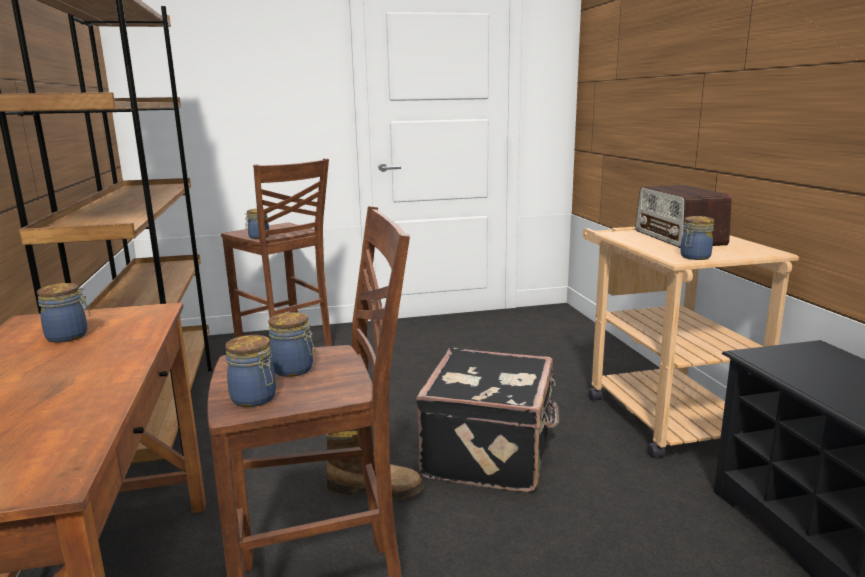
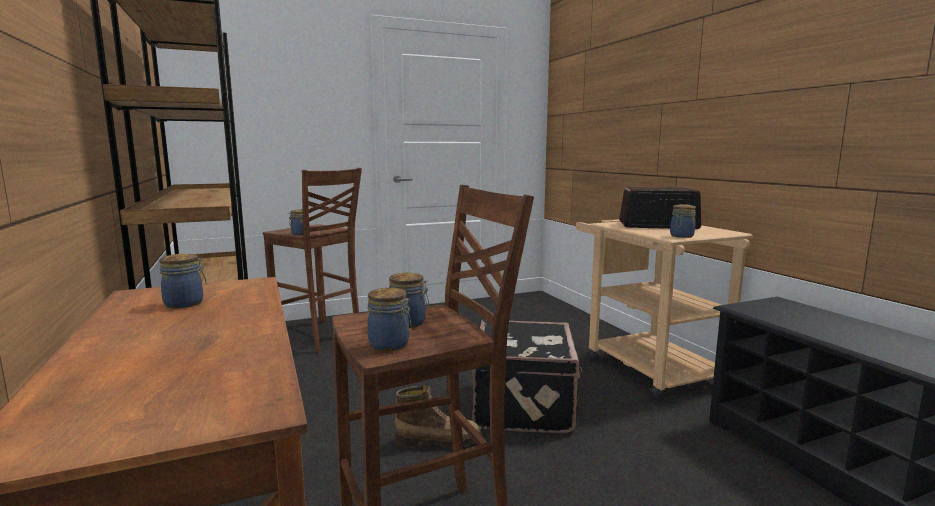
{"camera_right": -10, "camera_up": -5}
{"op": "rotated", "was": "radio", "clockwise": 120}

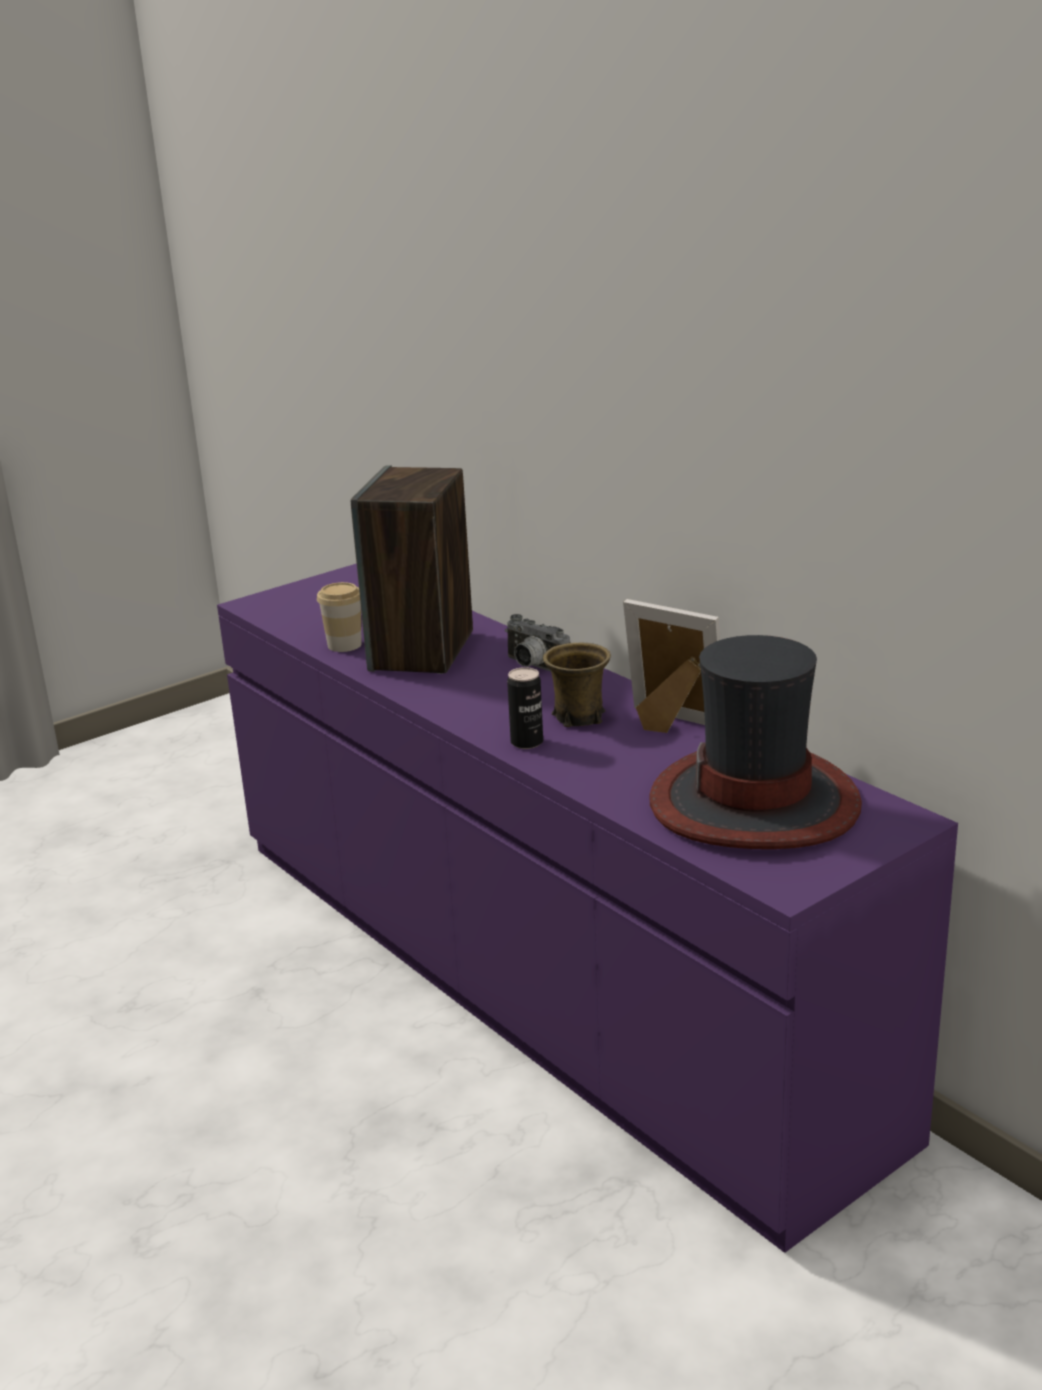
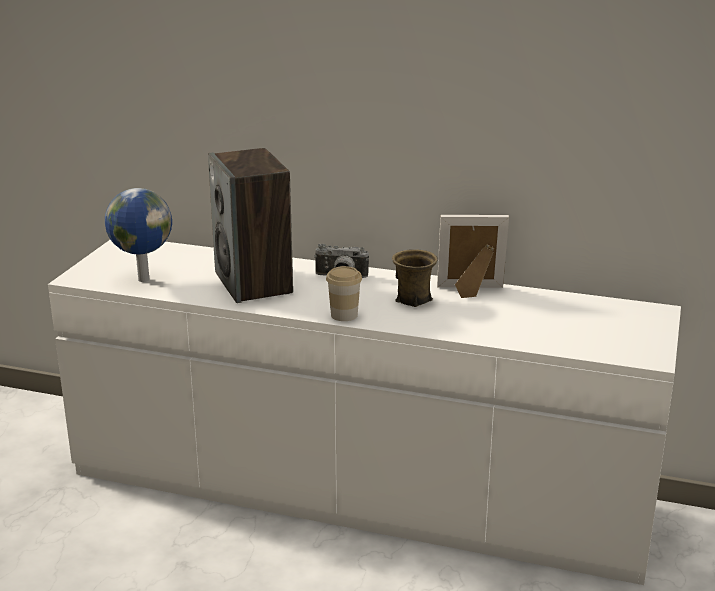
{"camera_right": -35, "camera_up": 0}
{"op": "repainted", "was": "cómoda/morado", "now": "cómoda/blanco"}
{"op": "shifted", "was": "taza"}
{"op": "gone", "was": "sombrero"}
{"op": "gone", "was": "lata"}
{"op": "new", "now": "globo terráqueo"}

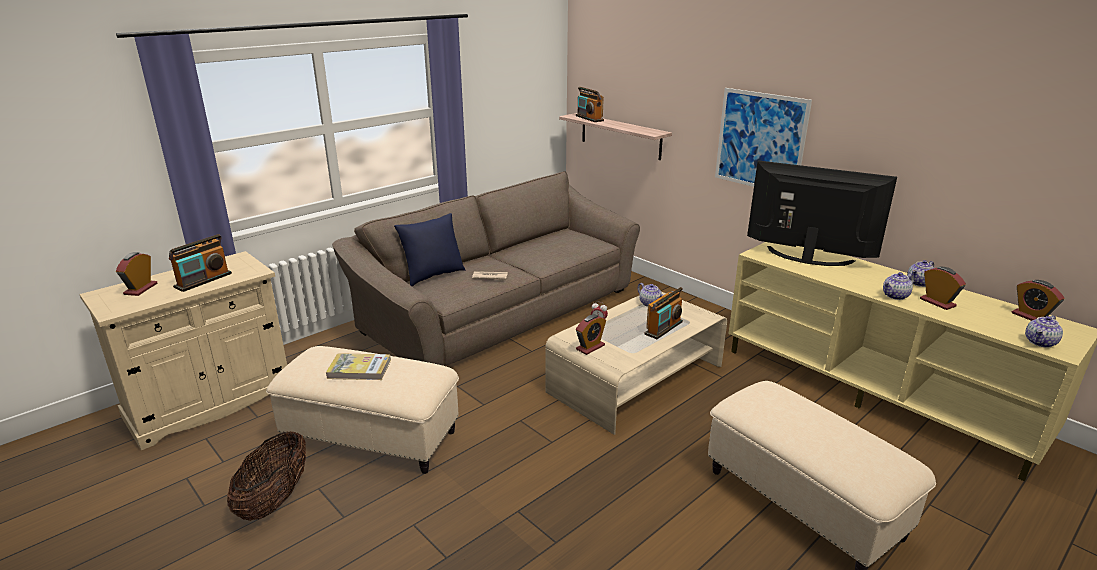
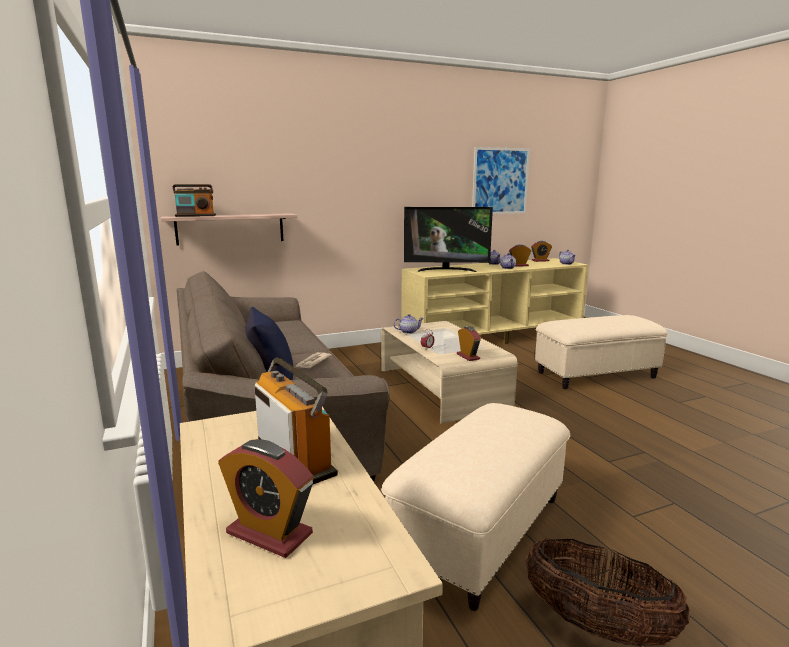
{"camera_right": -70, "camera_up": -10}
{"op": "shifted", "was": "cuadro"}
{"op": "rotated", "was": "televisor", "clockwise": -135}
{"op": "gone", "was": "radio (no. 3 from left)"}
{"op": "gone", "was": "libro"}

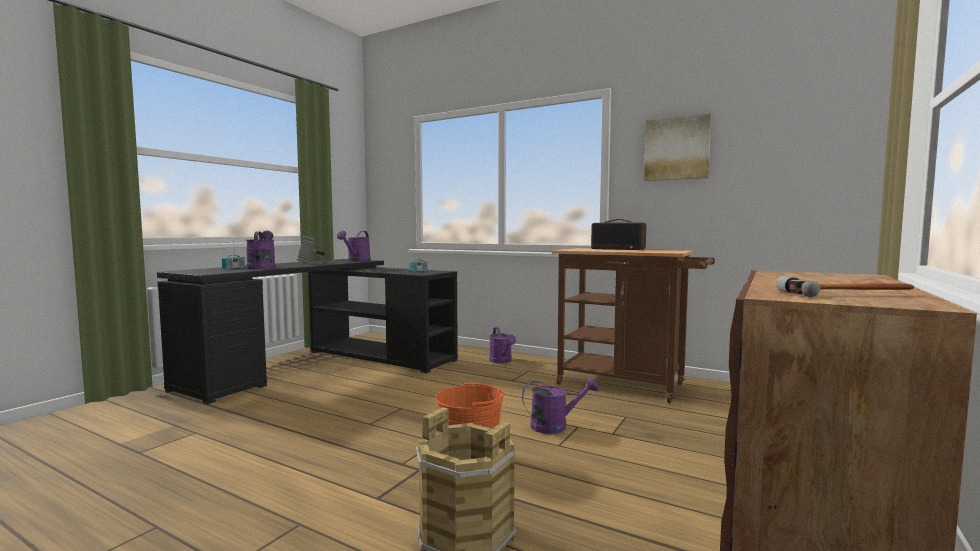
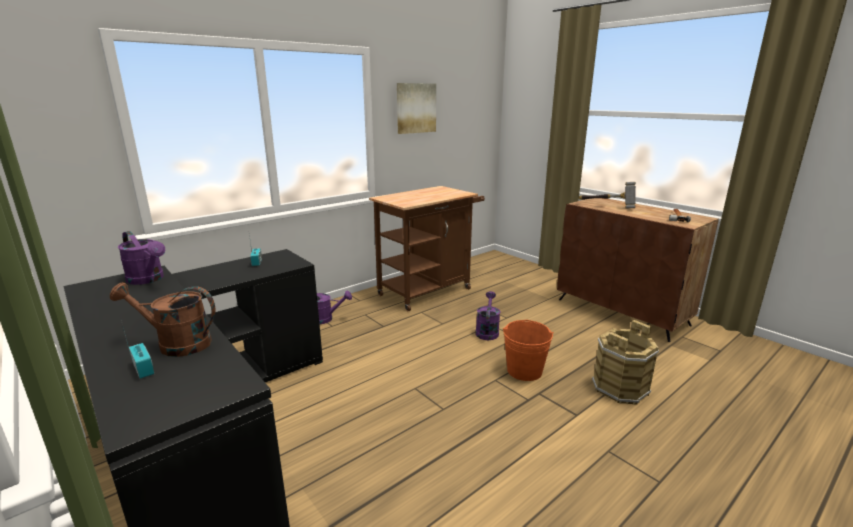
{"camera_right": -70, "camera_up": 15}
{"op": "gone", "was": "radio (no. 3 from left)"}
{"op": "repainted", "was": "regadera/morado (no. 1 from left)", "now": "regadera/marrón"}
{"op": "shifted", "was": "martillo (no. 1 from left)"}

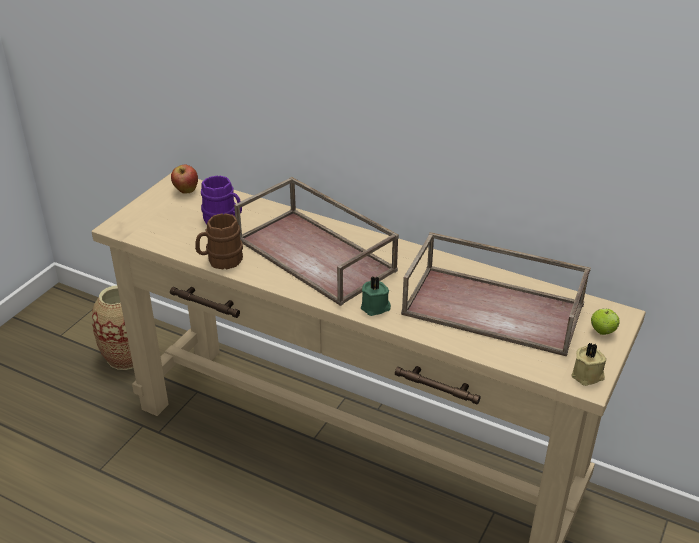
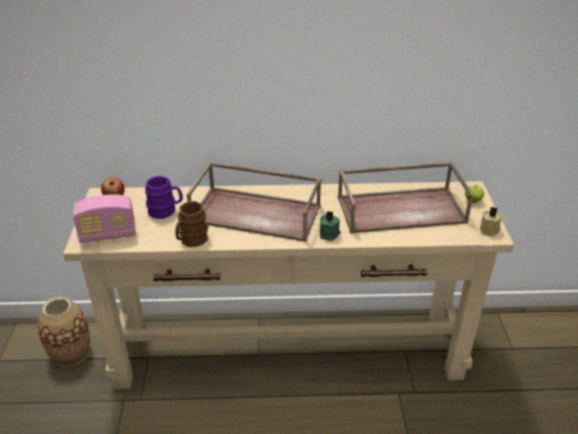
{"camera_right": -30, "camera_up": 0}
{"op": "new", "now": "radio"}

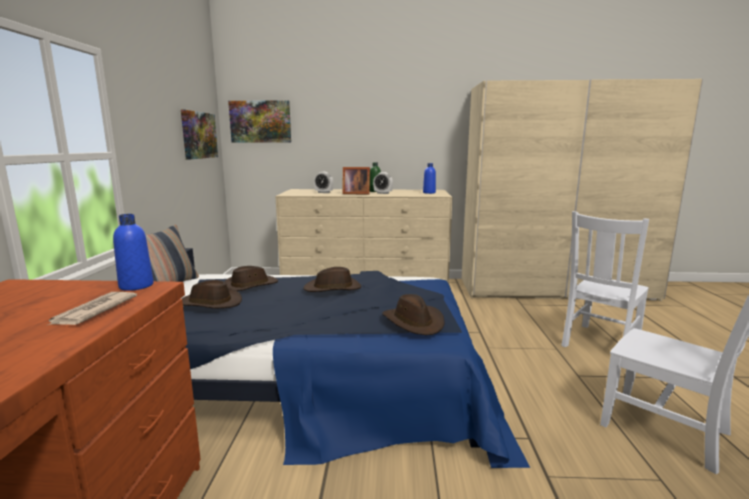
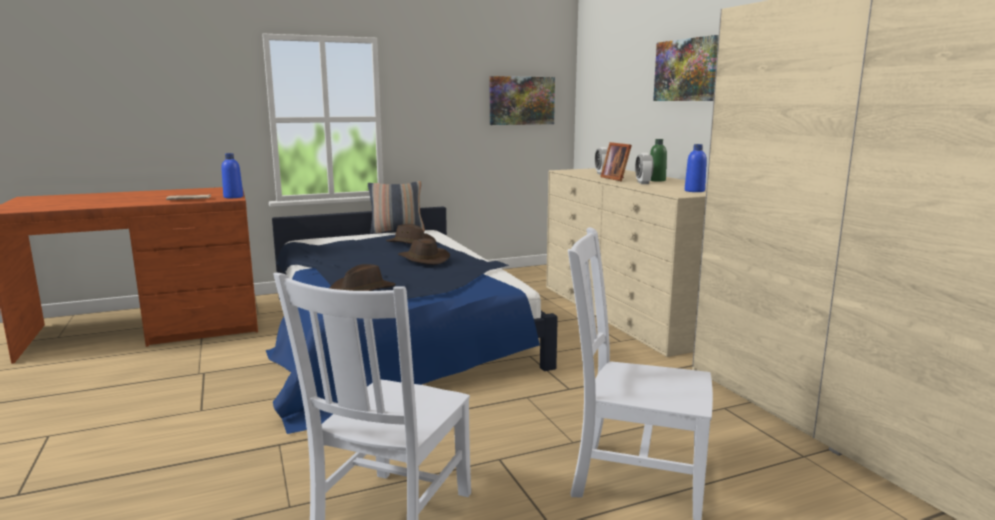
{"camera_right": 65, "camera_up": 0}
{"op": "shifted", "was": "cuadro (no. 2 from left)"}
{"op": "gone", "was": "sombrero/marrón (no. 1 from left)"}

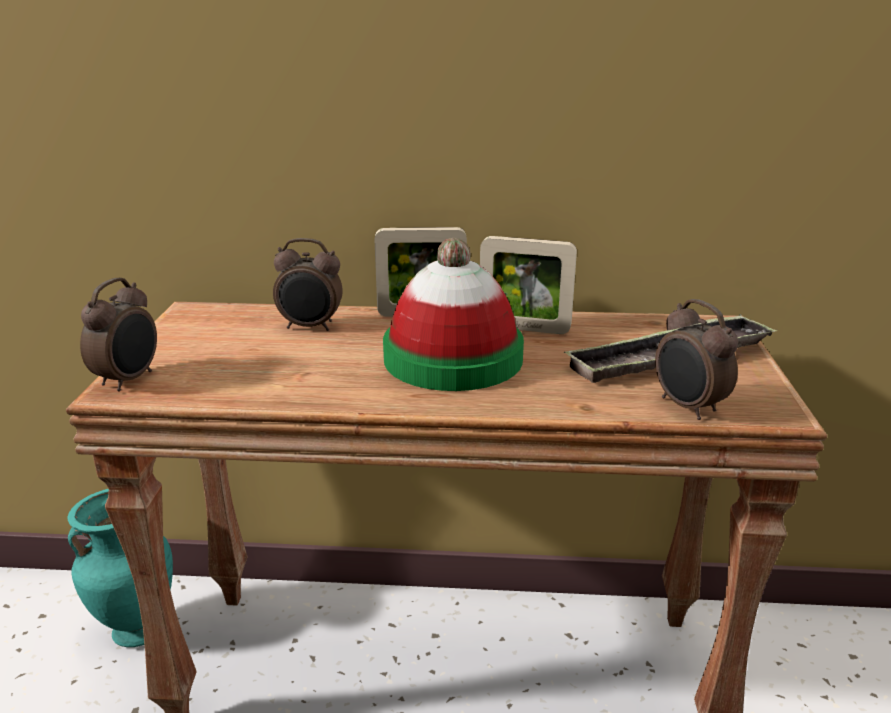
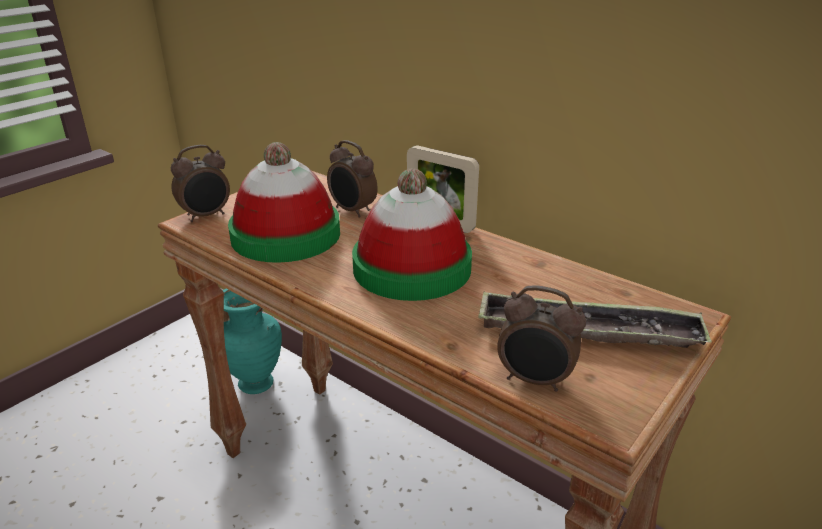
{"camera_right": 35, "camera_up": 5}
{"op": "gone", "was": "portarretratos (no. 2 from left)"}
{"op": "rotated", "was": "despertador (no. 3 from left)", "clockwise": -75}
{"op": "new", "now": "sombrero (no. 1 from left)"}

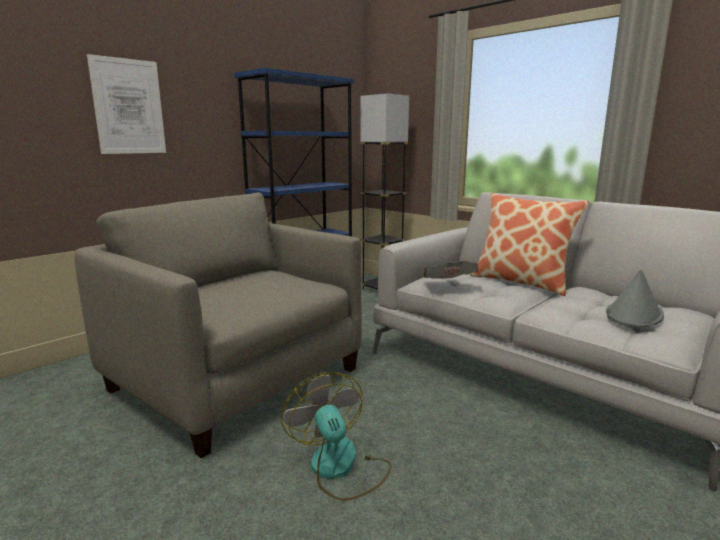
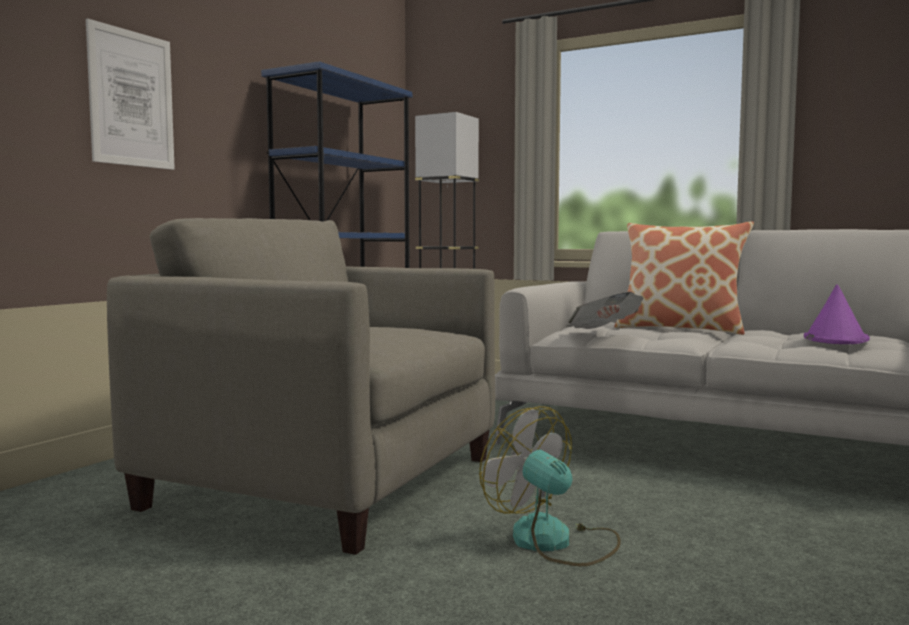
{"camera_right": -15, "camera_up": -10}
{"op": "repainted", "was": "sombrero/gris", "now": "sombrero/morado"}

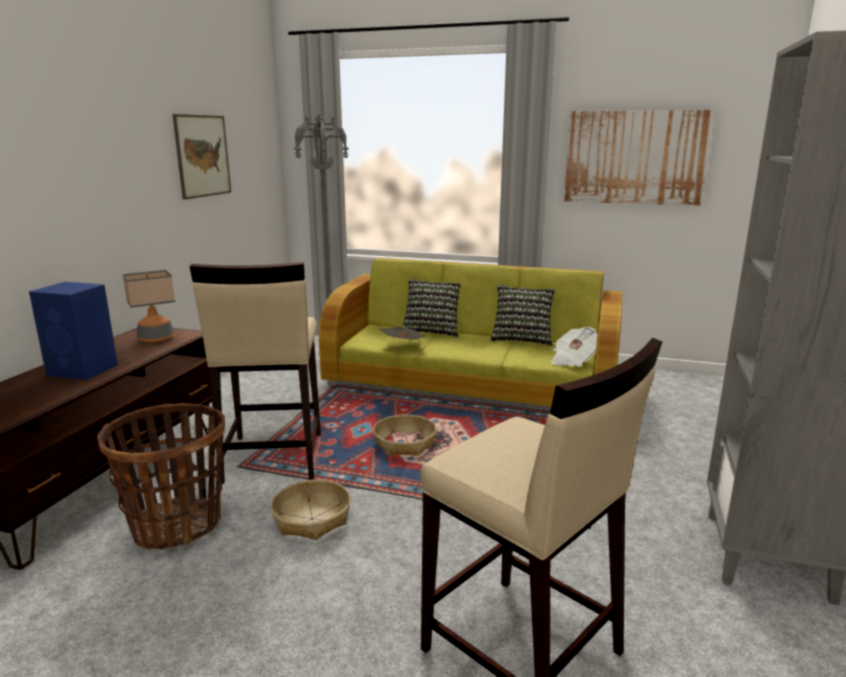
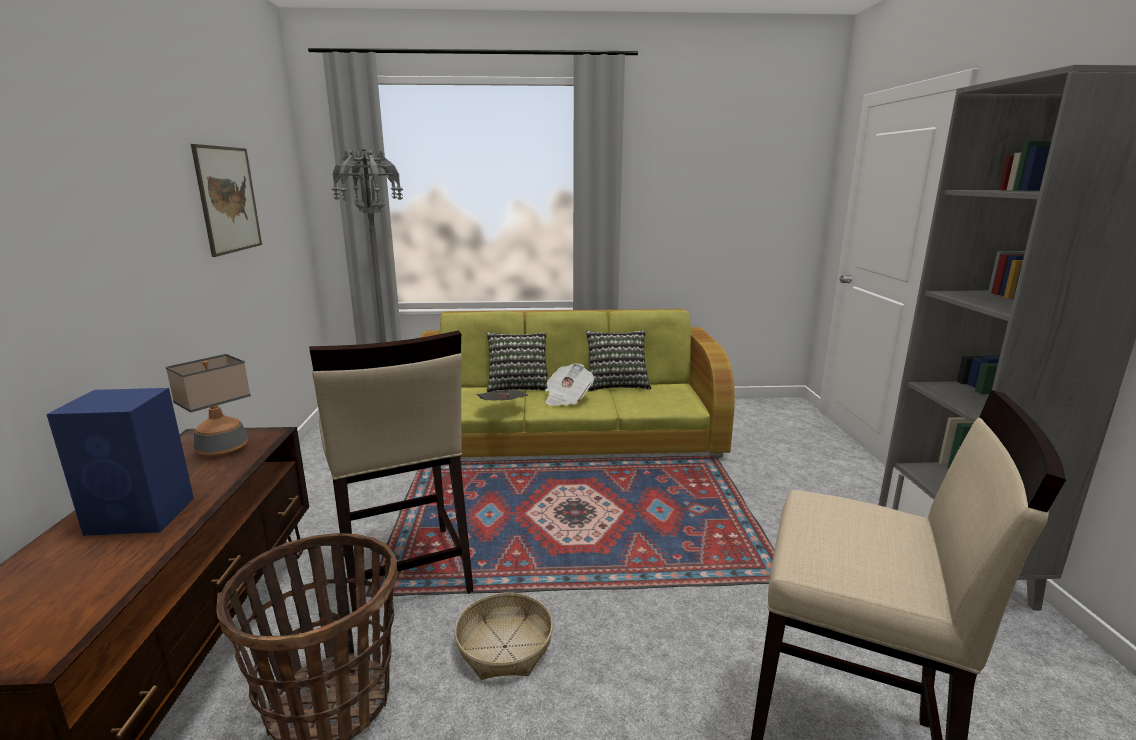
{"camera_right": -20, "camera_up": 0}
{"op": "gone", "was": "cuadro (no. 2 from left)"}
{"op": "shifted", "was": "periódico (no. 2 from left)"}
{"op": "gone", "was": "cesta (no. 3 from left)"}

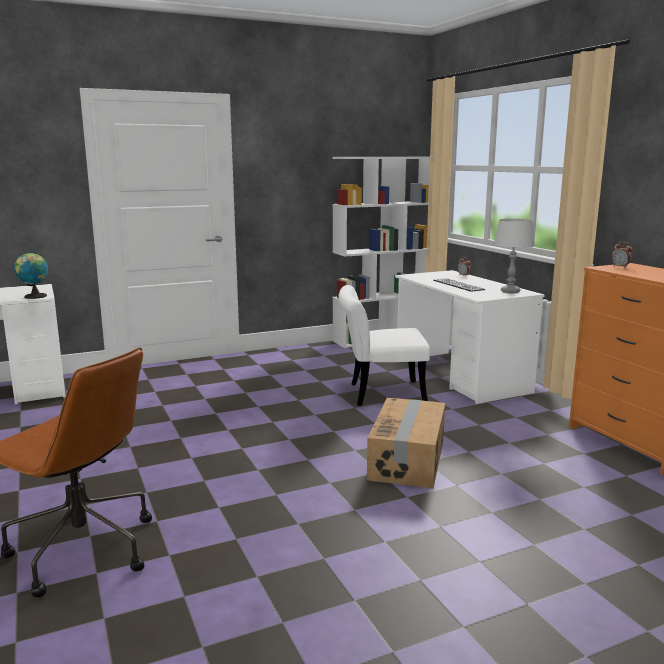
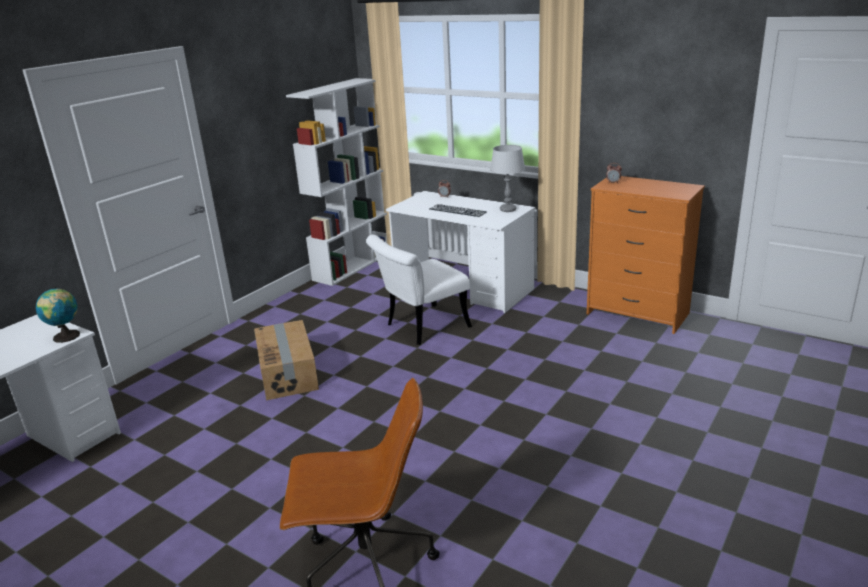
{"camera_right": -30, "camera_up": 10}
{"op": "shifted", "was": "caja de cartón"}

